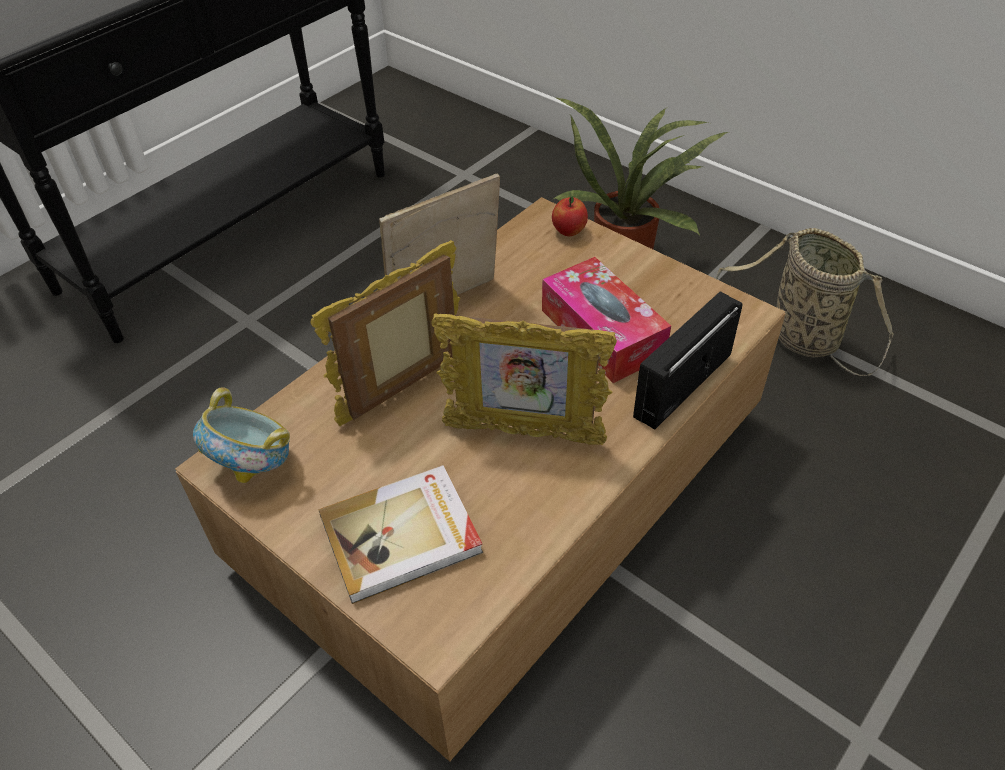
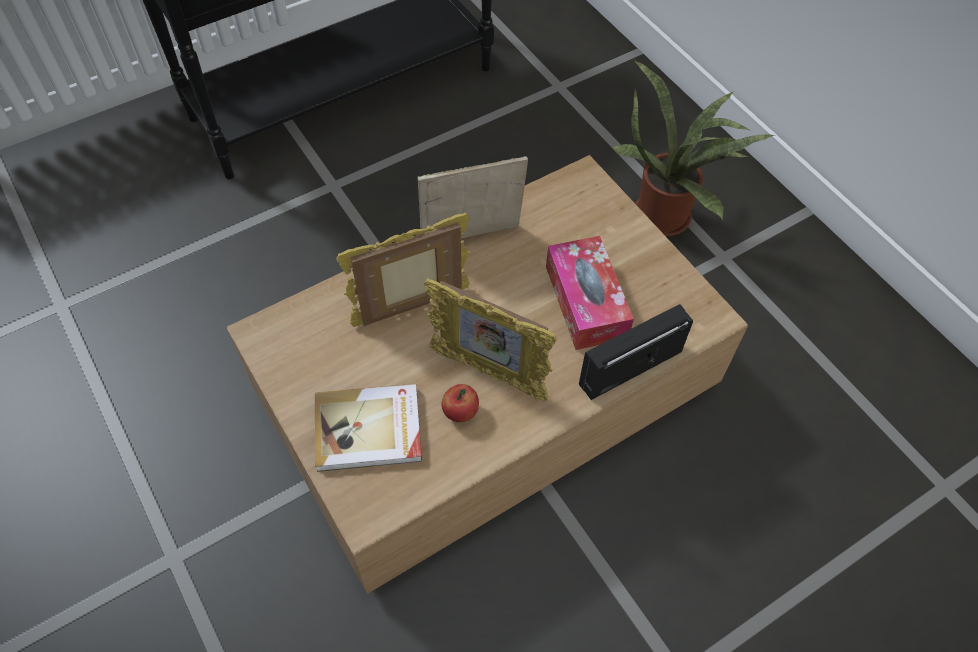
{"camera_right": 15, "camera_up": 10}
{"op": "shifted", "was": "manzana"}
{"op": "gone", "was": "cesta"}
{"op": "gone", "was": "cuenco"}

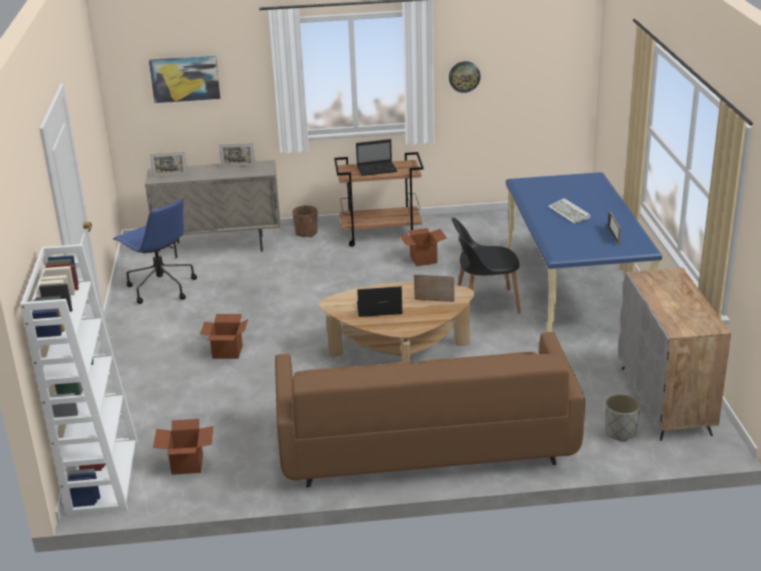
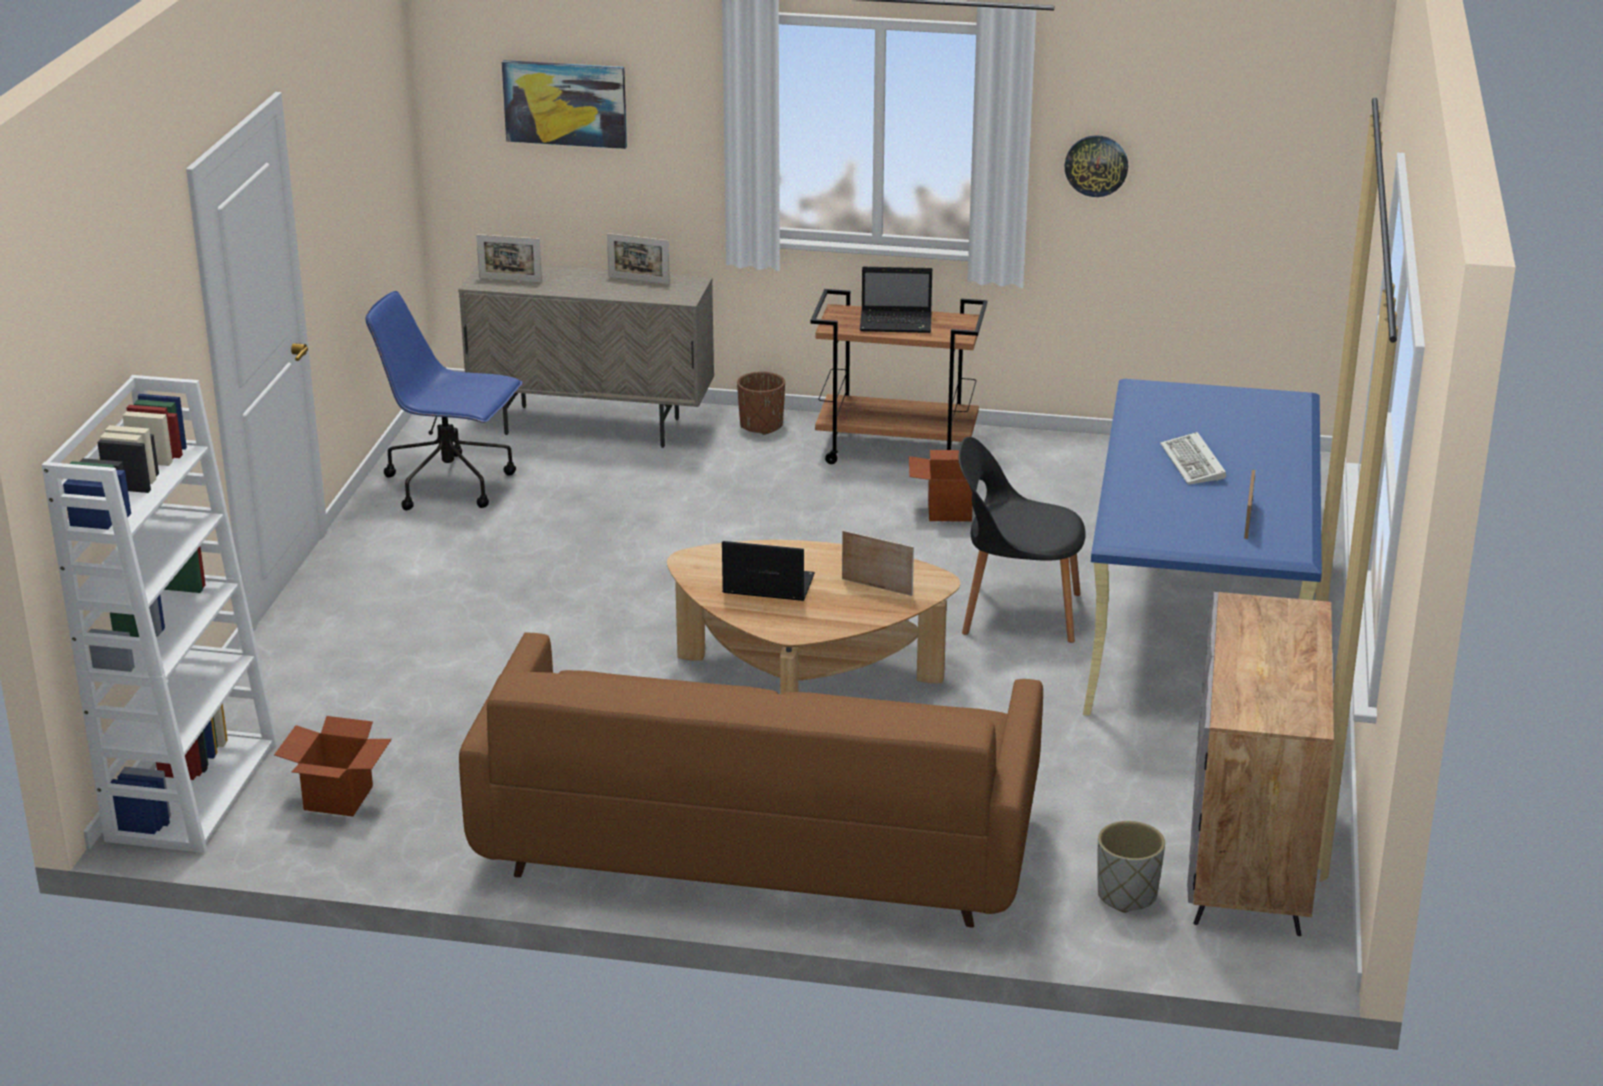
{"camera_right": 15, "camera_up": 0}
{"op": "rotated", "was": "silla de oficina/azul", "clockwise": 135}
{"op": "gone", "was": "caja de cartón (no. 2 from left)"}

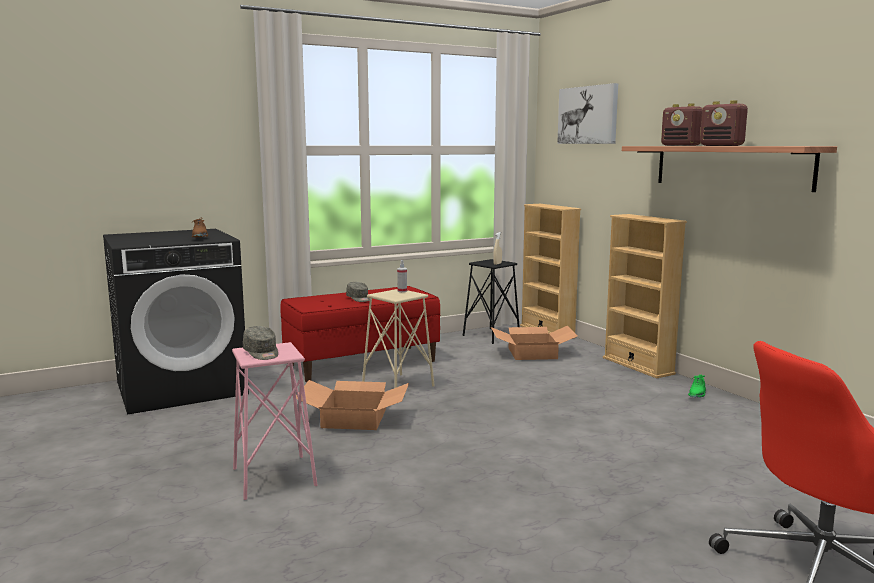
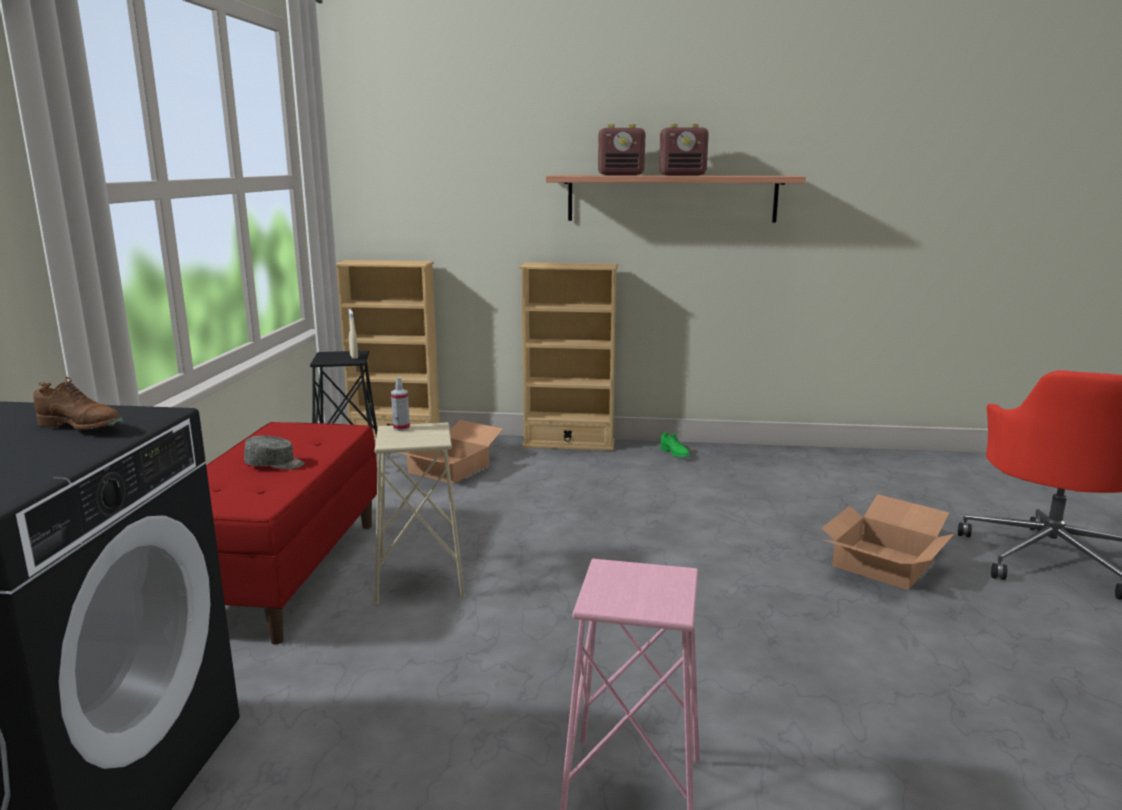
{"camera_right": -55, "camera_up": 5}
{"op": "gone", "was": "cuadro"}
{"op": "gone", "was": "gorra/gris (no. 1 from left)"}
{"op": "shifted", "was": "caja de cartón (no. 1 from left in the first image)", "now": "caja de cartón (no. 2 from left)"}

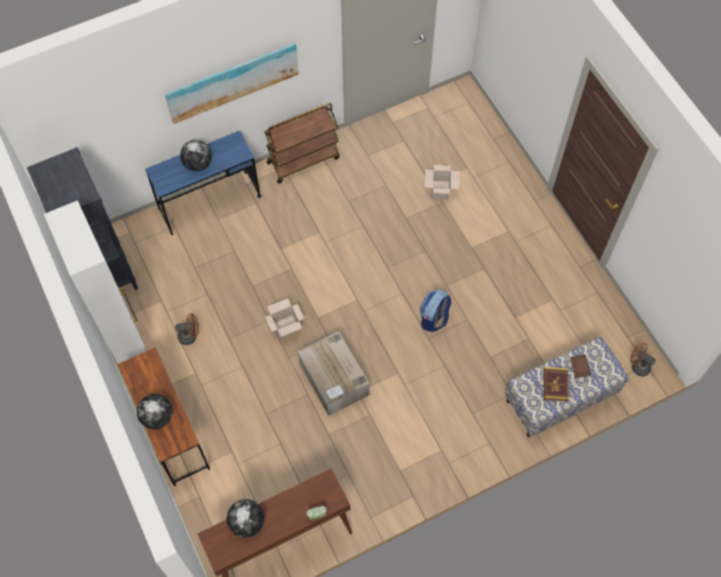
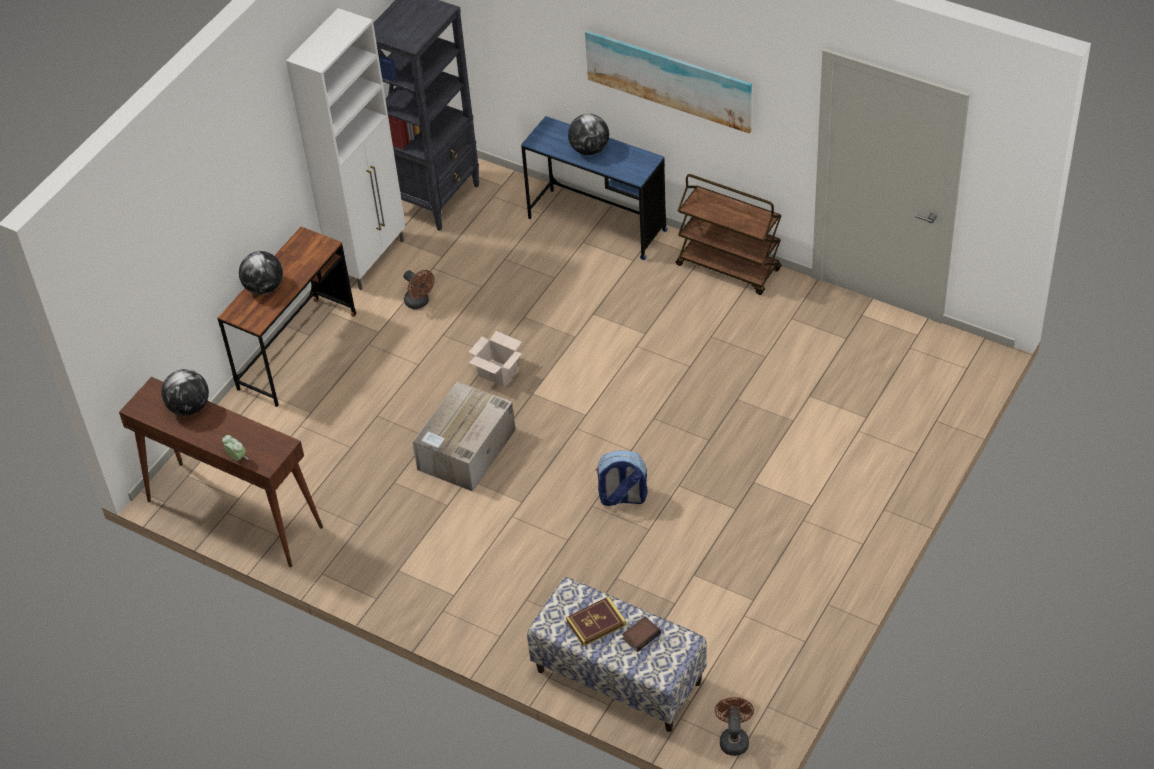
{"camera_right": 60, "camera_up": -15}
{"op": "gone", "was": "caja de cartón (no. 3 from left)"}

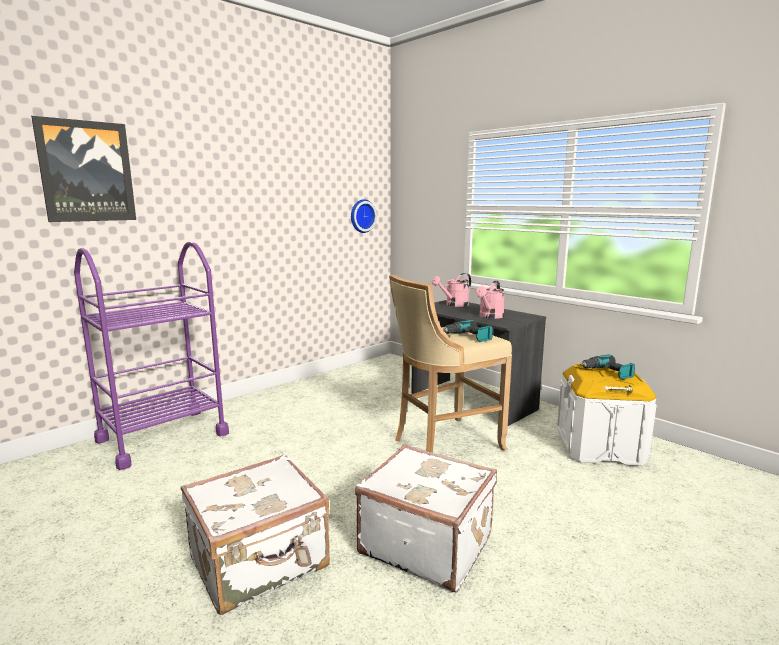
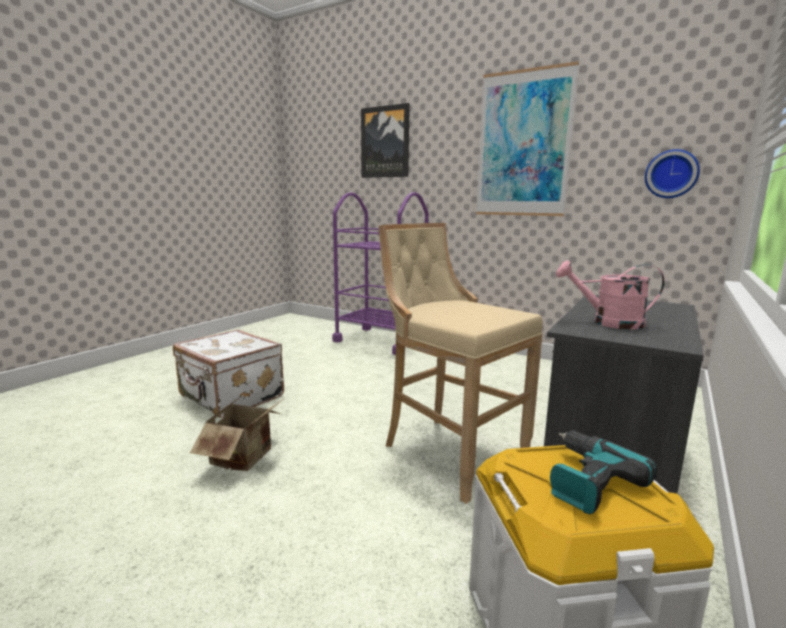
{"camera_right": 75, "camera_up": 0}
{"op": "gone", "was": "regadera/rosa (no. 1 from left)"}
{"op": "gone", "was": "taladro (no. 1 from left)"}
{"op": "swapped", "was": "maleta/blanco (no. 2 from left)", "now": "caja de cartón"}
{"op": "new", "now": "cuadro (no. 2 from left)"}

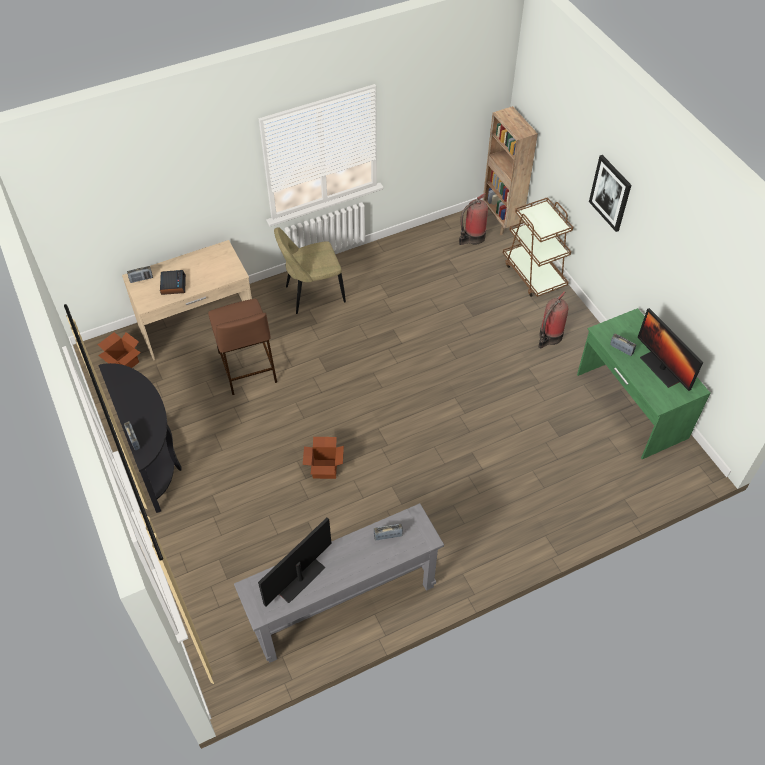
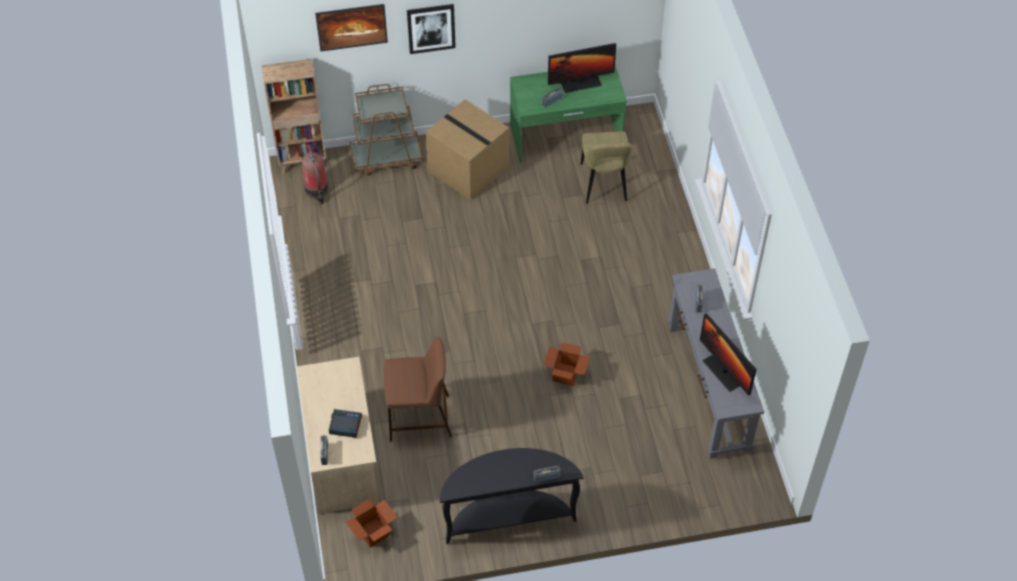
{"camera_right": -75, "camera_up": 0}
{"op": "shifted", "was": "silla/beis"}
{"op": "swapped", "was": "extintor (no. 2 from left)", "now": "caja de cartón (no. 2 from left)"}
{"op": "new", "now": "cuadro (no. 1 from left)"}

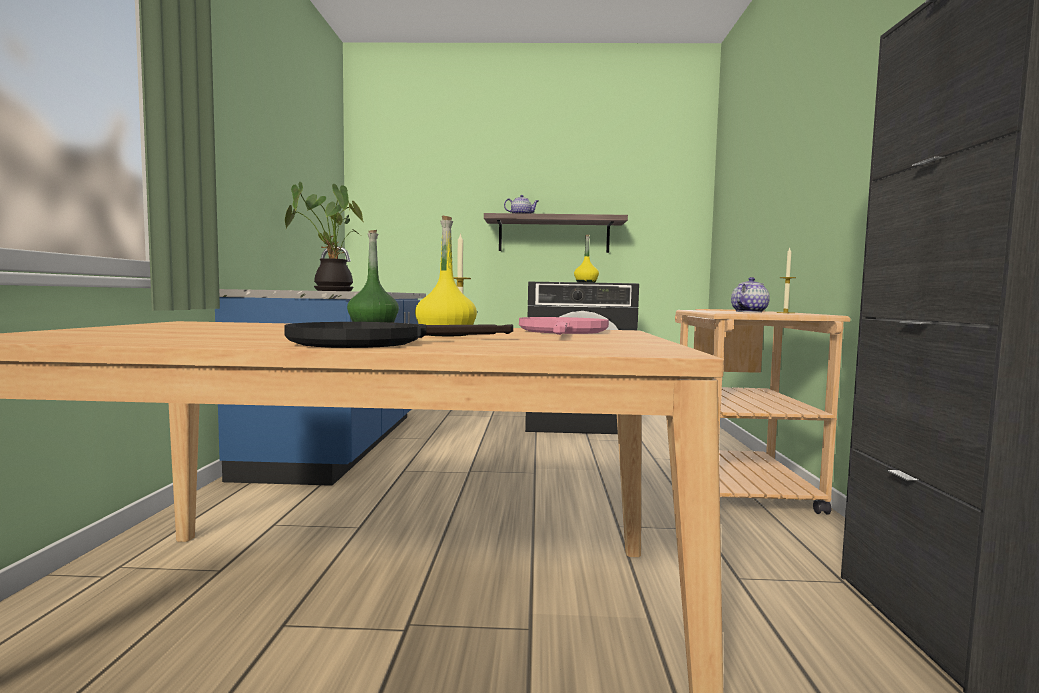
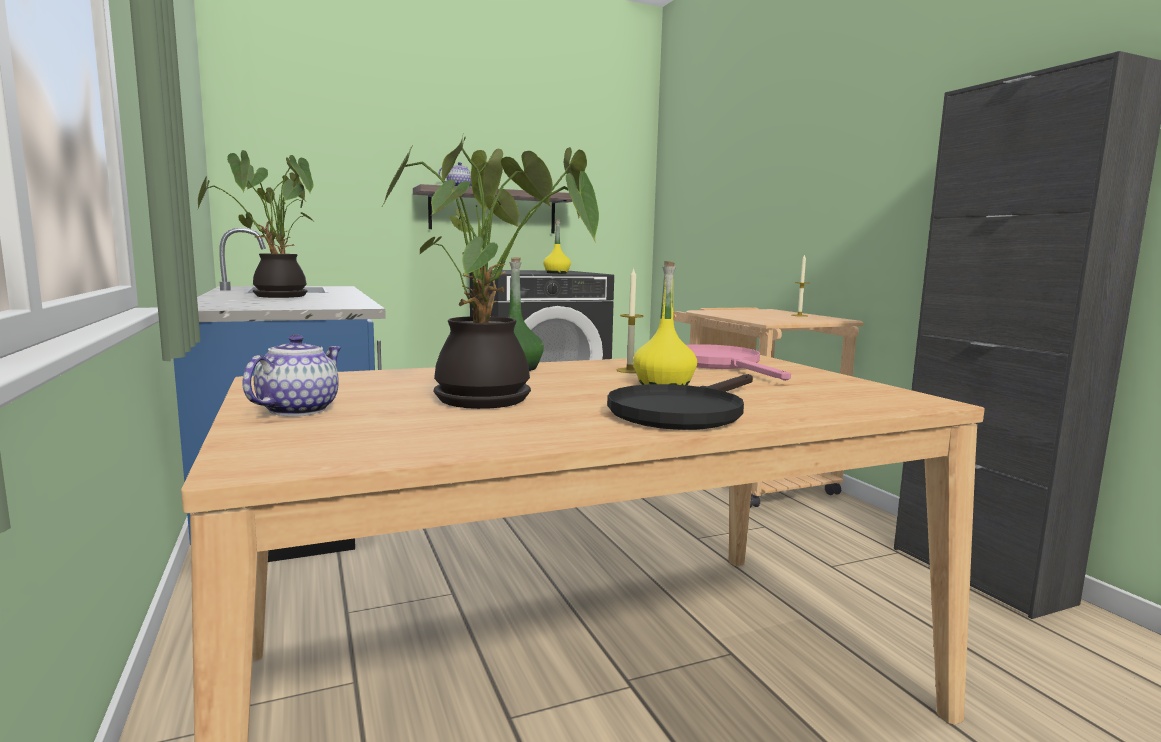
{"camera_right": -25, "camera_up": 5}
{"op": "shifted", "was": "tetera (no. 2 from left in the first image)", "now": "tetera (no. 1 from left)"}
{"op": "new", "now": "planta en maceta (no. 2 from left)"}

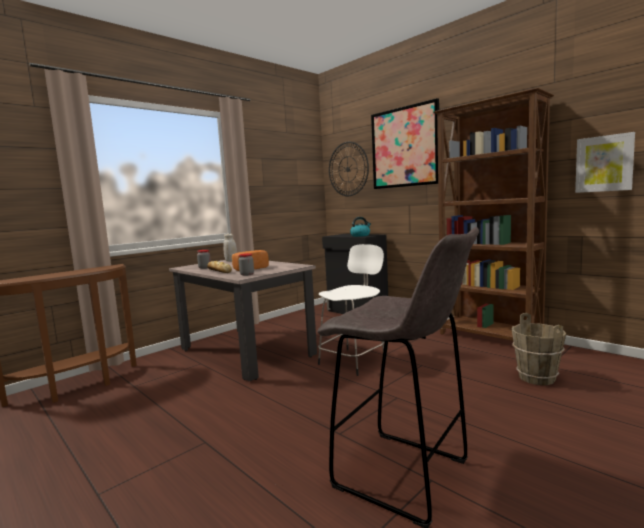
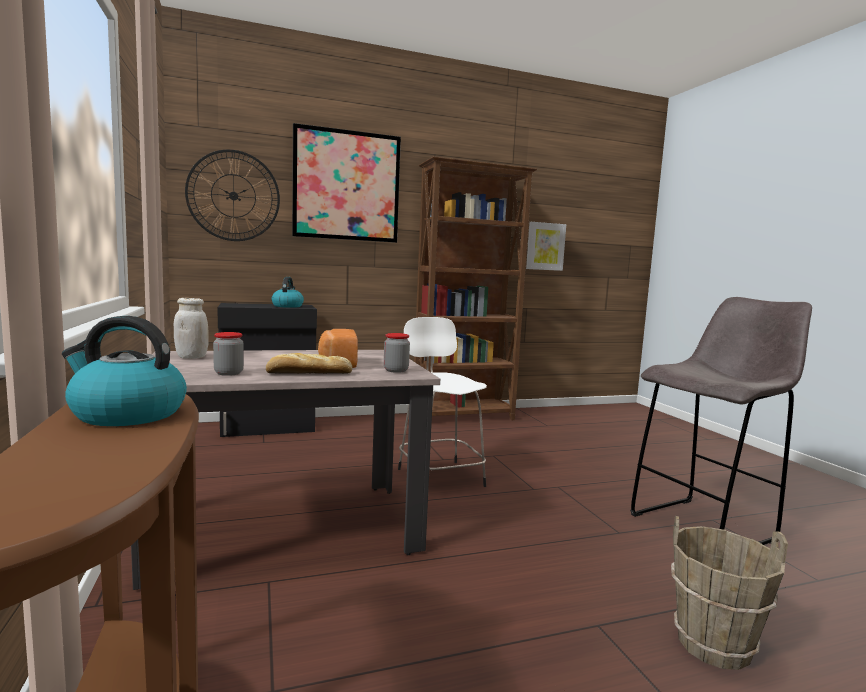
{"camera_right": -65, "camera_up": 0}
{"op": "shifted", "was": "cubo/marrón"}
{"op": "new", "now": "hervidor (no. 1 from left)"}

